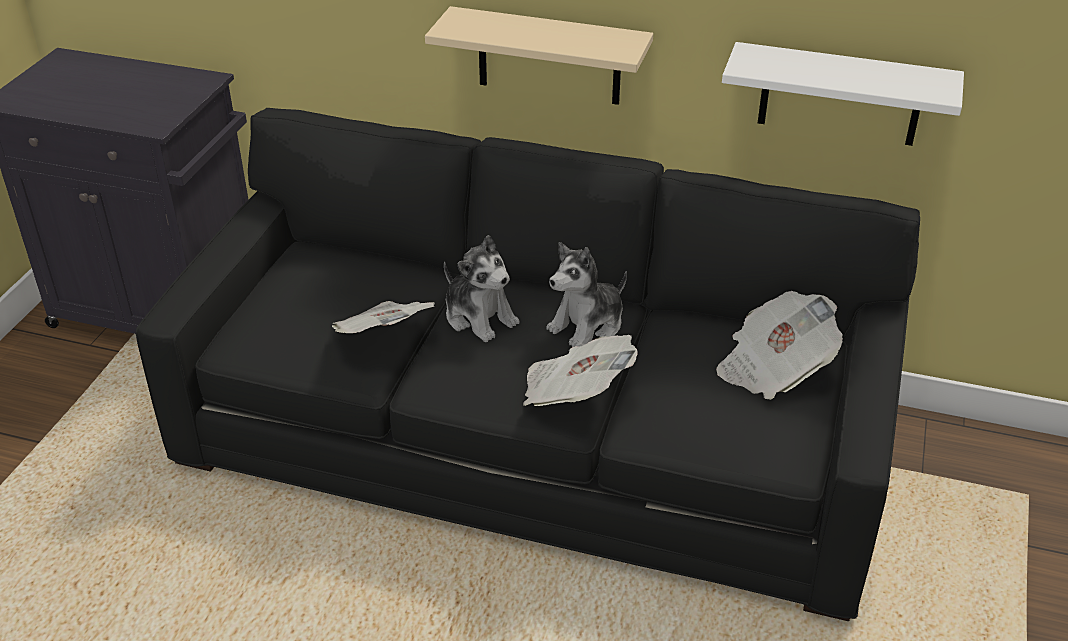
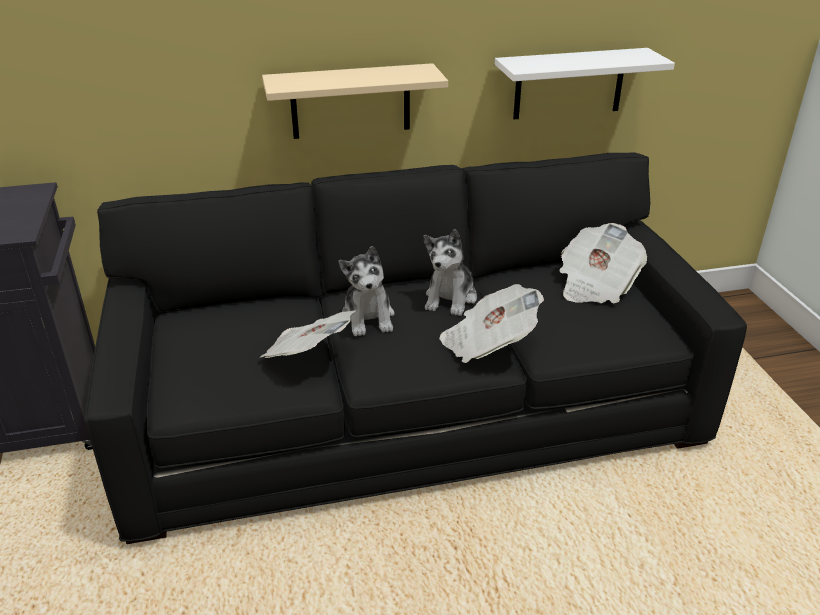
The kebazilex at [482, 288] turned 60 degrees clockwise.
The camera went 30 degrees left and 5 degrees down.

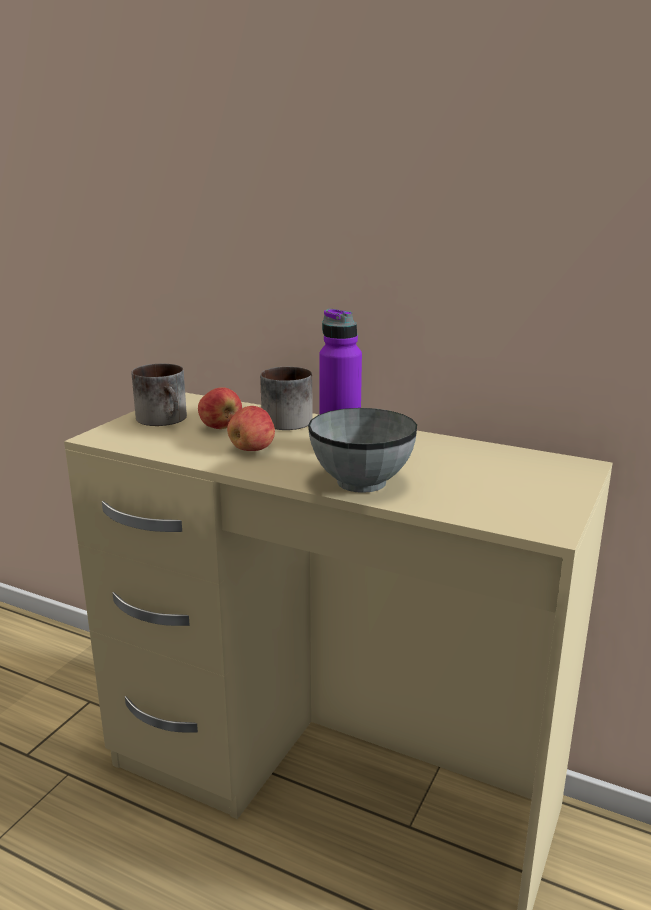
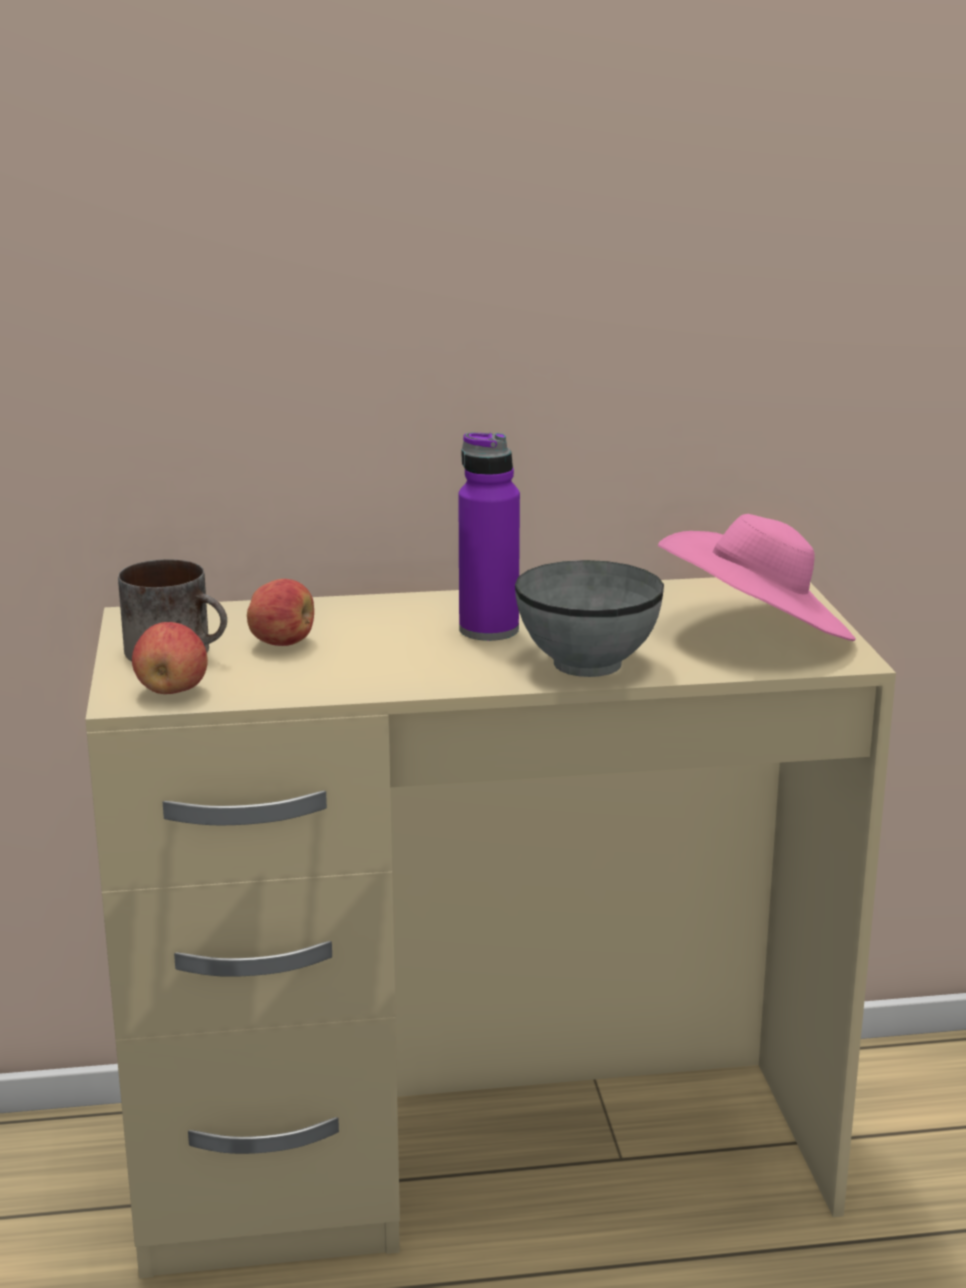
The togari moved from [251, 428] to [170, 658].
The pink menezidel at [757, 577] appeared.
The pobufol at [286, 398] disappeared.
The camera went 35 degrees left and 0 degrees up.

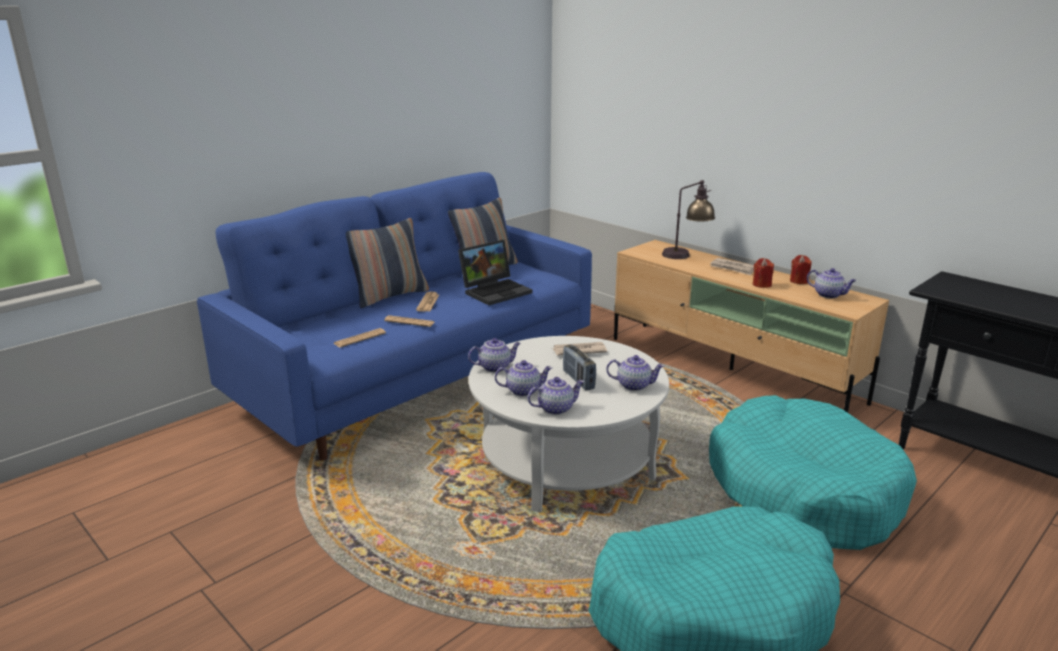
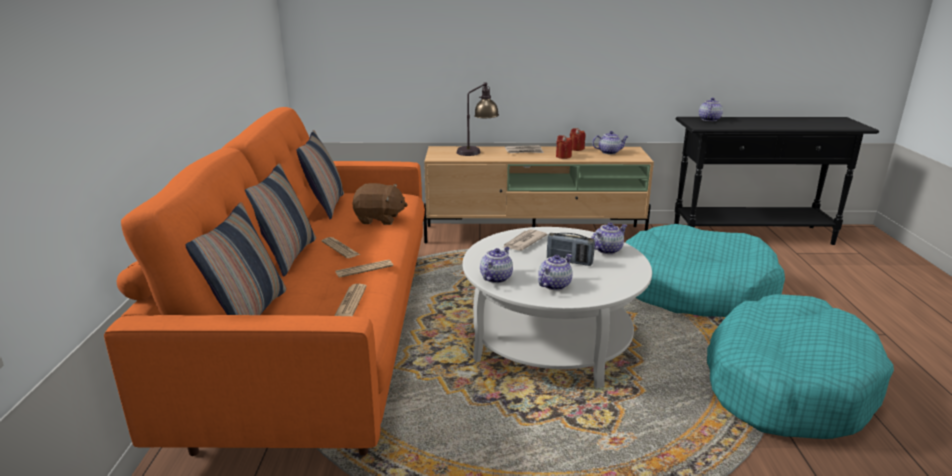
The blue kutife at [394, 316] became the orange kutife at [264, 281].
The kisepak at [236, 258] appeared.
The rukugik at [495, 272] was replaced by the brown kebazilex at [380, 204].
The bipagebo moved from [556, 396] to [711, 109].
The camera went 45 degrees left and 0 degrees up.

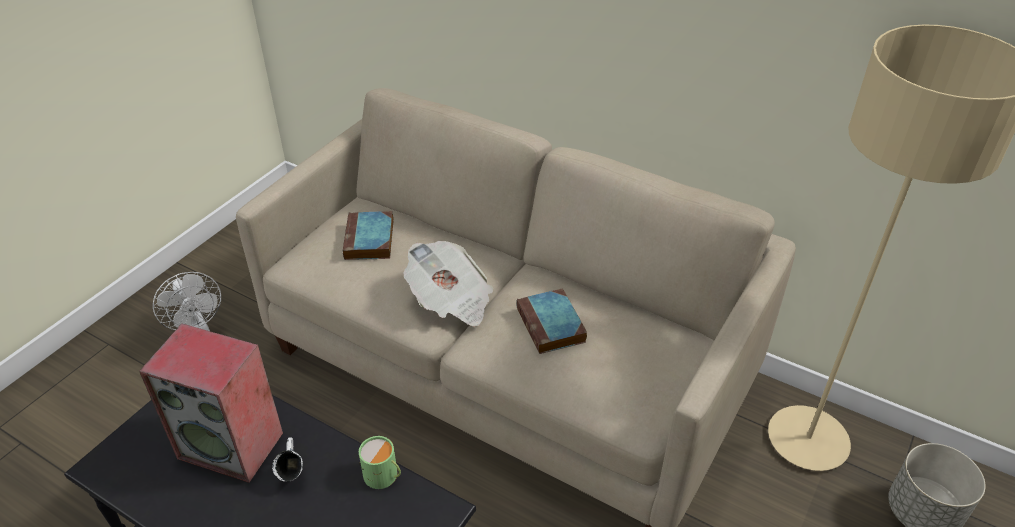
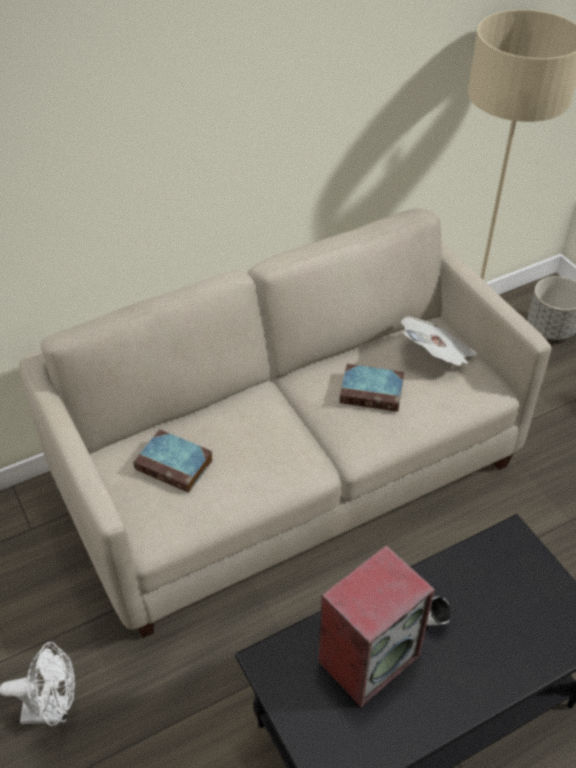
The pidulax moved from [448, 284] to [439, 341].
The green pobufol at [380, 462] disappeared.
The camera went 60 degrees left and 5 degrees up.

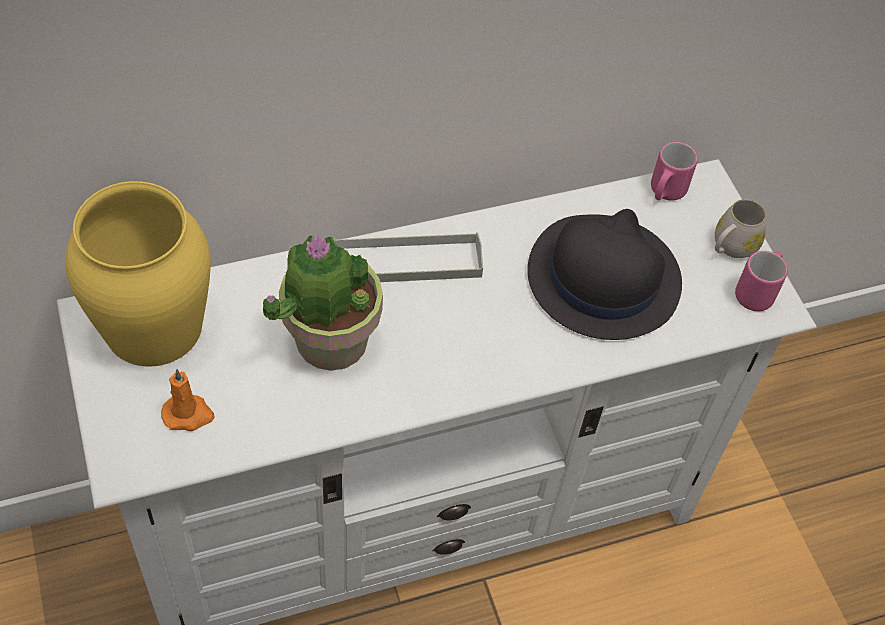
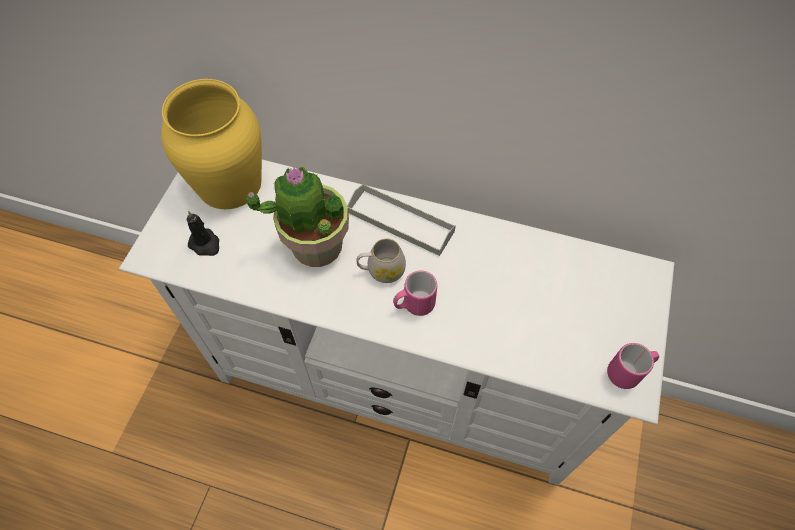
The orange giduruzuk at [188, 400] became the black giduruzuk at [202, 233].
The white pobufol moved from [740, 228] to [381, 260].
The pink pobufol moved from [674, 171] to [415, 293].
The black menezidel at [604, 274] disappeared.
The camera went 40 degrees right and 5 degrees up.

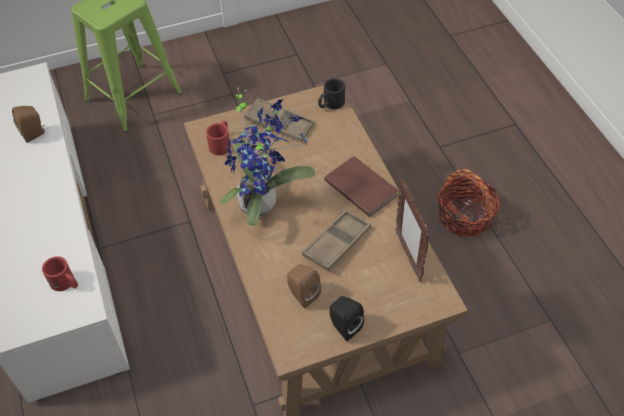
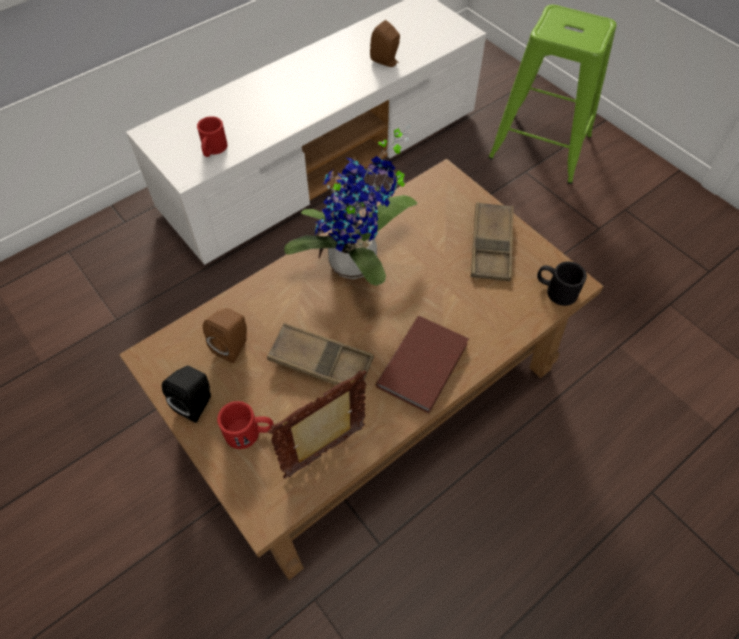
The red pobufol moved from [218, 138] to [245, 425].
The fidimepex at [468, 203] disappeared.
The camera went 70 degrees right and 5 degrees up.

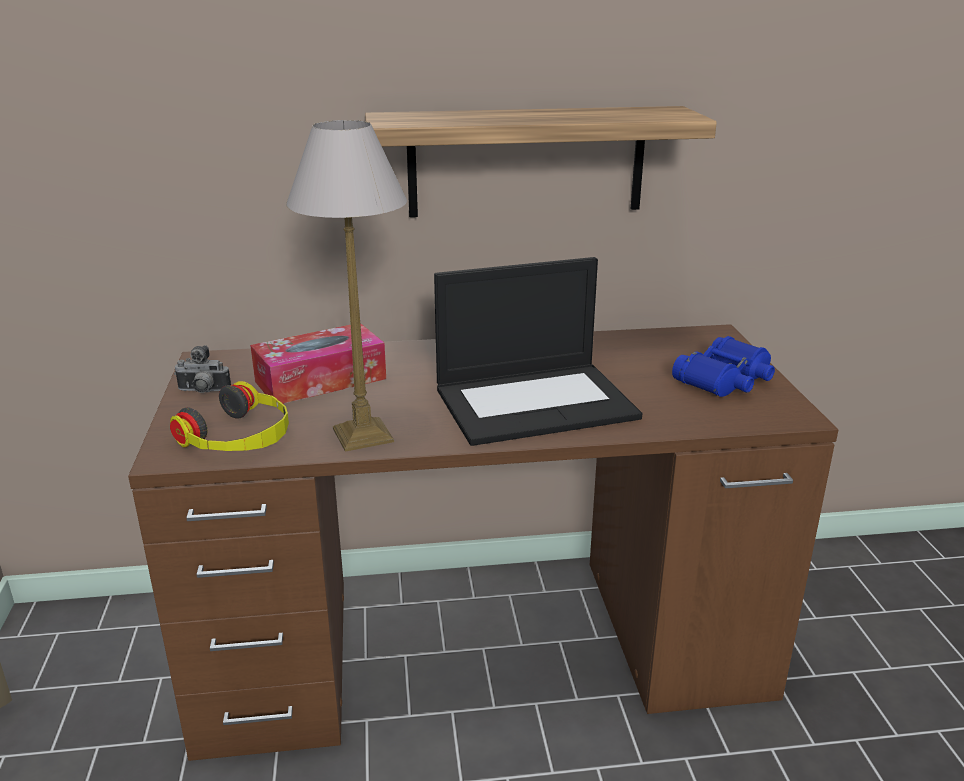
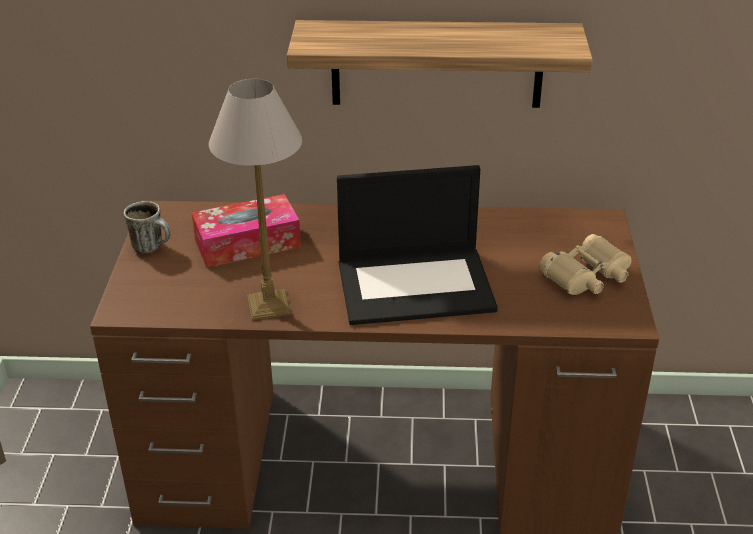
The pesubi at [202, 369] was replaced by the pobufol at [147, 227].
The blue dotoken at [723, 366] became the beige dotoken at [585, 264].
The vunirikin at [229, 416] disappeared.
The camera went 10 degrees right and 10 degrees up.

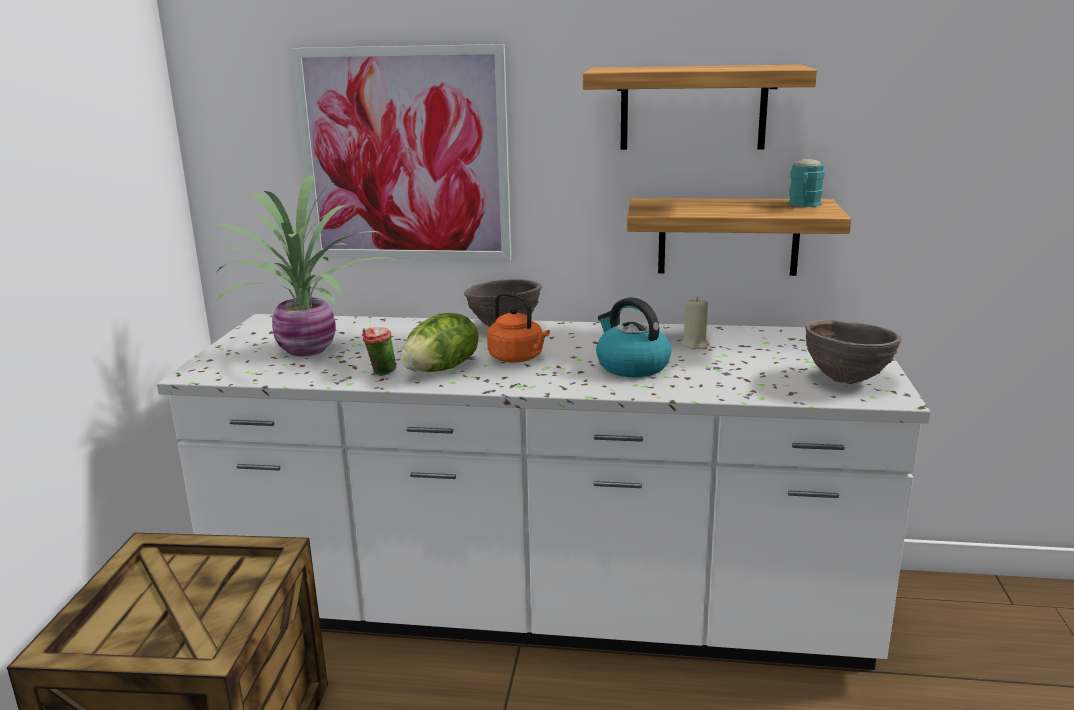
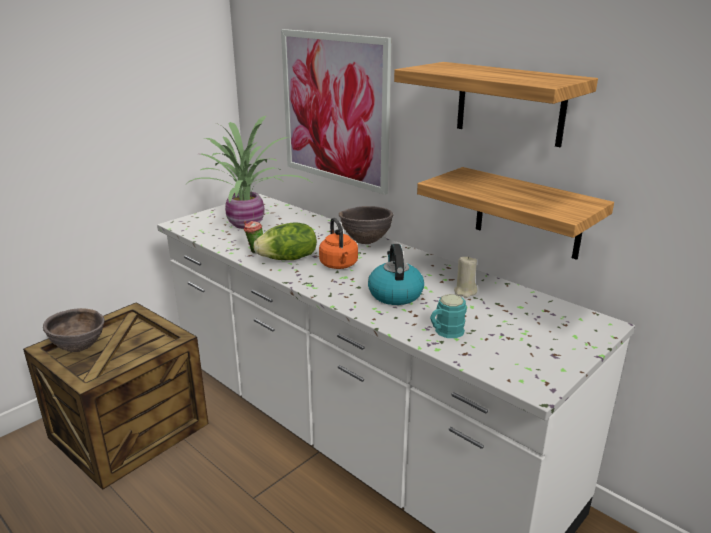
The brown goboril moved from [853, 352] to [74, 330].
The turquoise pobufol moved from [806, 183] to [448, 316].
The camera went 35 degrees right and 5 degrees up.

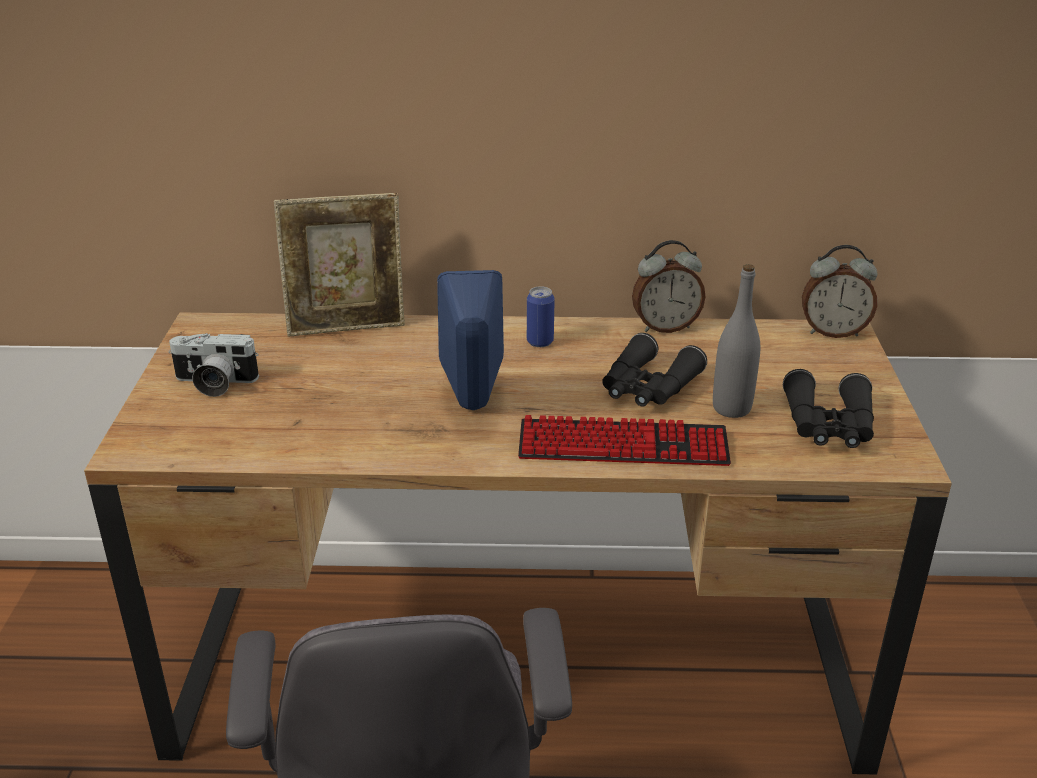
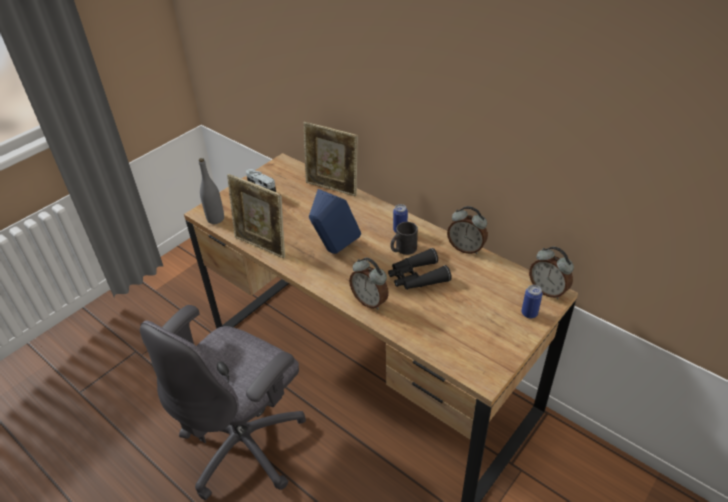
The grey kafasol moved from [736, 341] to [211, 191].
The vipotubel at [256, 216] appeared.
The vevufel at [624, 440] was replaced by the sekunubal at [369, 284].
The black pobufol at [404, 238] appeared.
The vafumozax at [532, 301] appeared.
The black dotoken at [828, 408] disappeared.
The camera went 40 degrees right and 10 degrees up.

